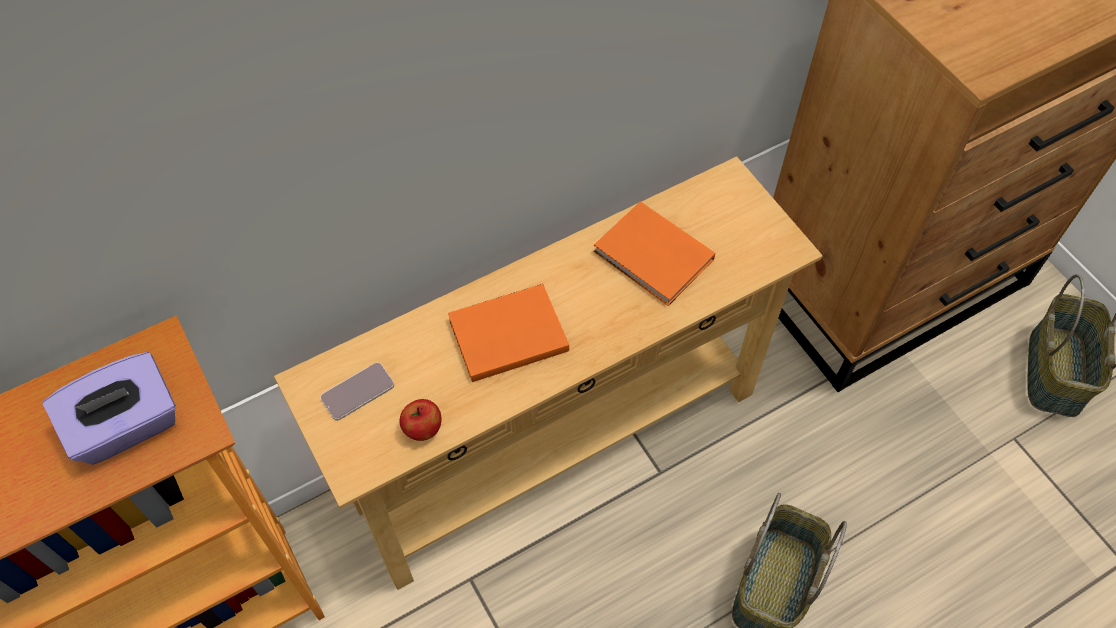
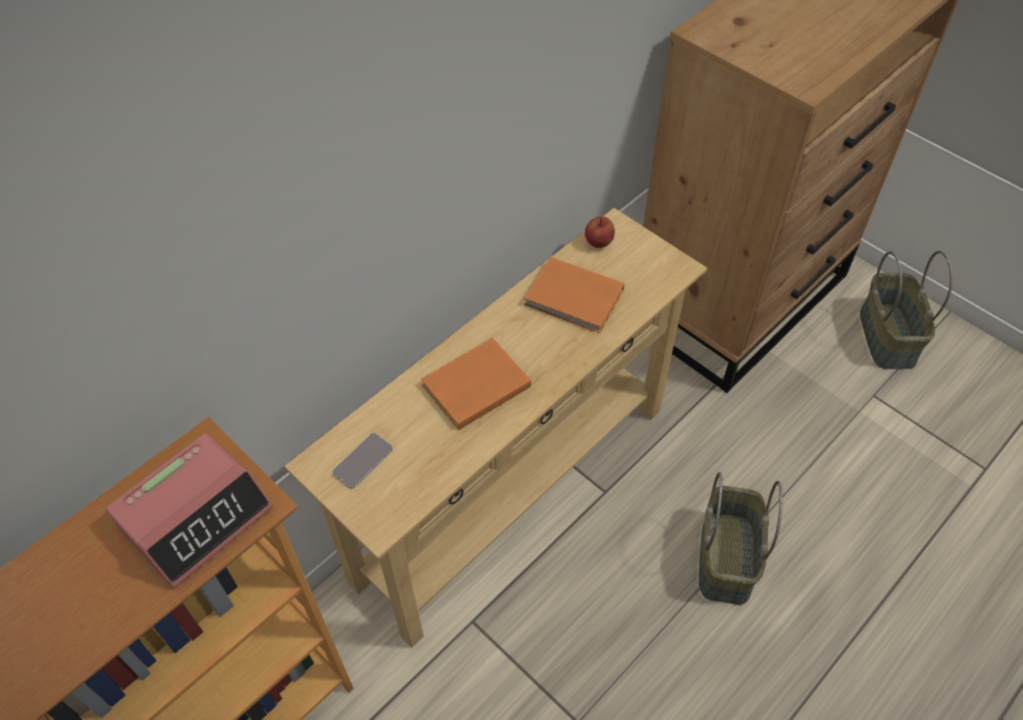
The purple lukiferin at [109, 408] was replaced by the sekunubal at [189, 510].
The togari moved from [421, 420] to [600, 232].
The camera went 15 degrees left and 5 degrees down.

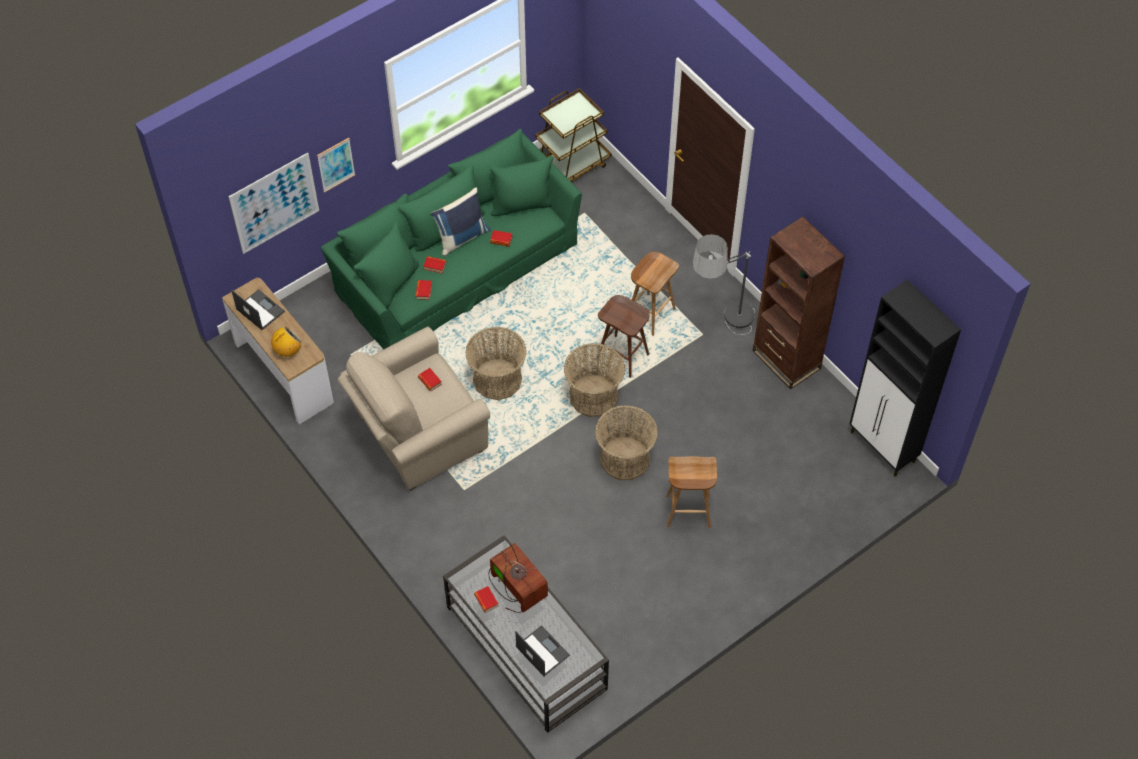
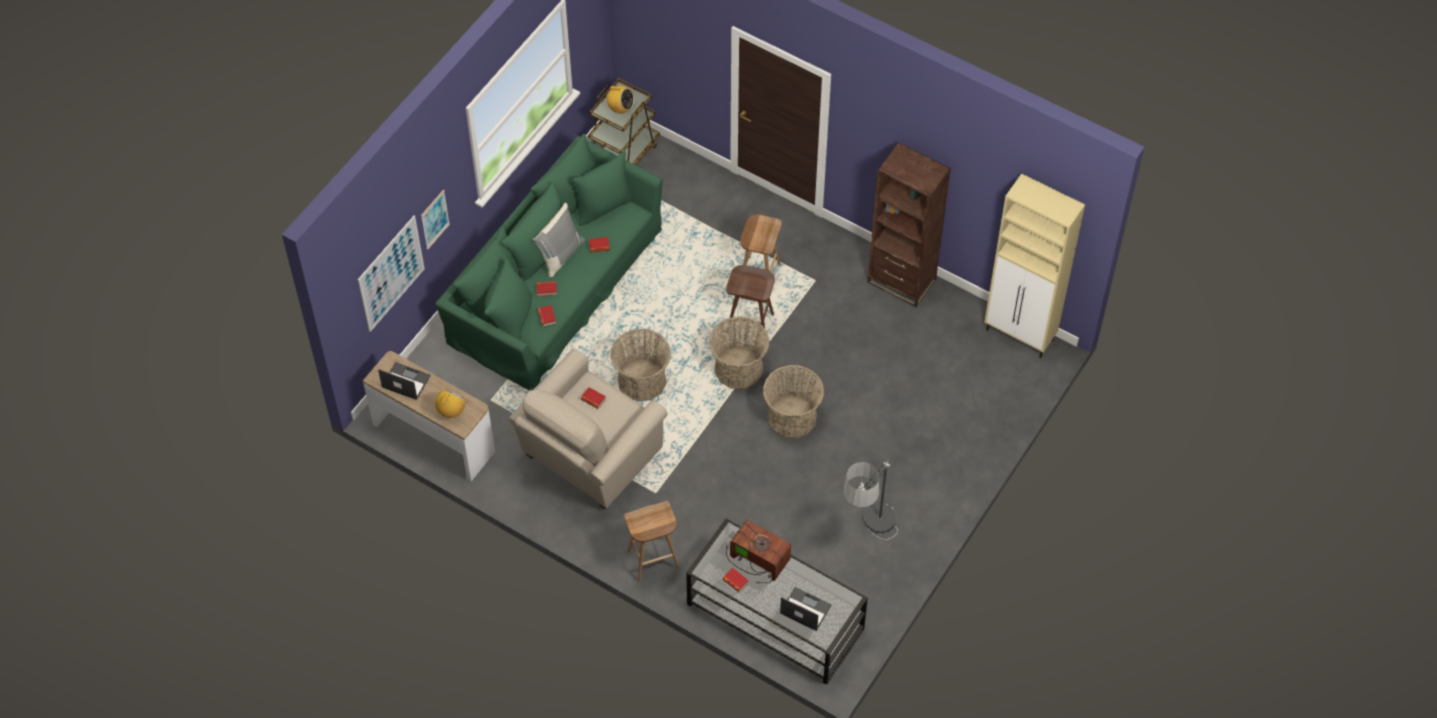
The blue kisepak at [461, 222] became the grey kisepak at [559, 240].
The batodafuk at [618, 100] appeared.
The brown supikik moved from [691, 492] to [652, 541].
The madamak moved from [724, 284] to [870, 500].
The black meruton at [905, 377] became the beige meruton at [1035, 266].
The camera went 20 degrees left and 0 degrees up.

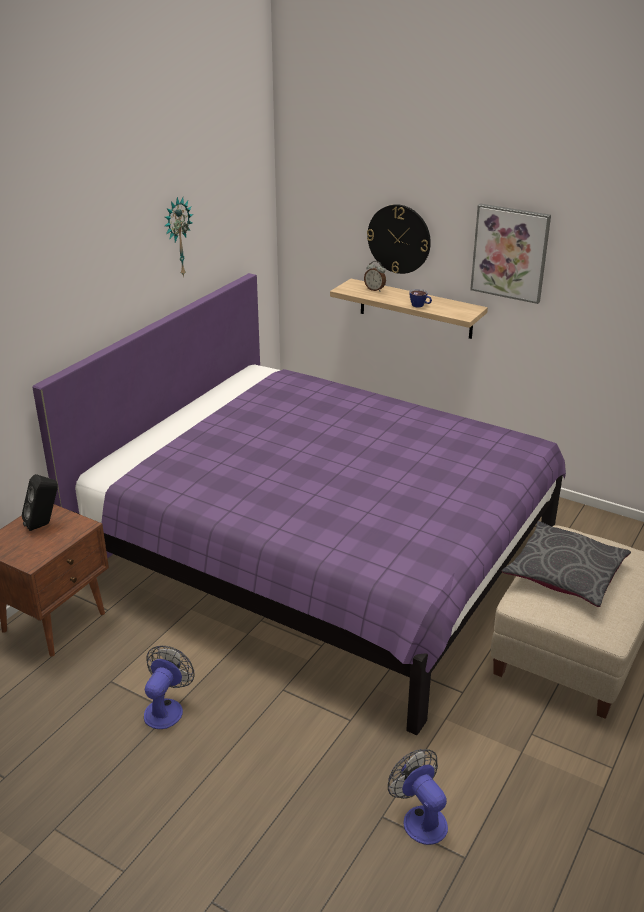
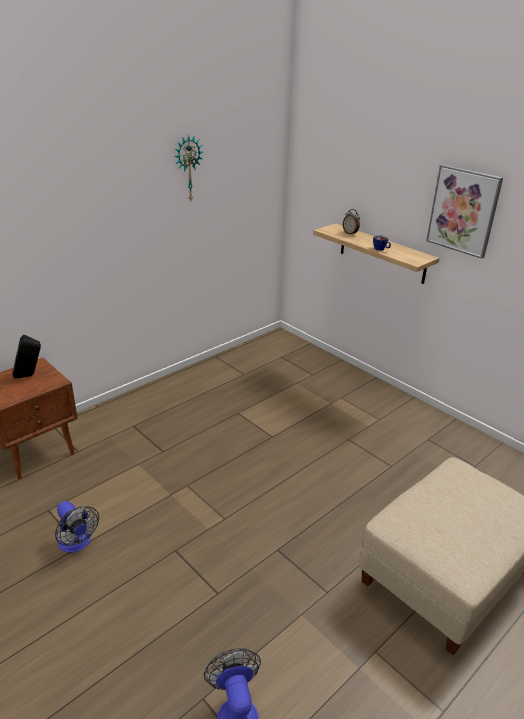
The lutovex at [169, 687] turned 105 degrees clockwise.
The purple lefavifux at [299, 504] disappeared.
The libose at [399, 239] disappeared.
The grey kisepak at [566, 564] disappeared.
The camera went 15 degrees right and 0 degrees up.

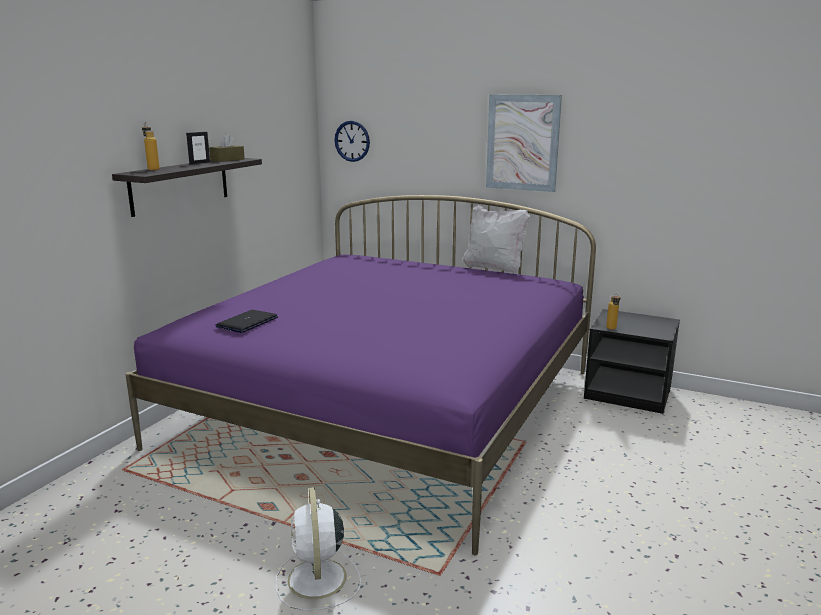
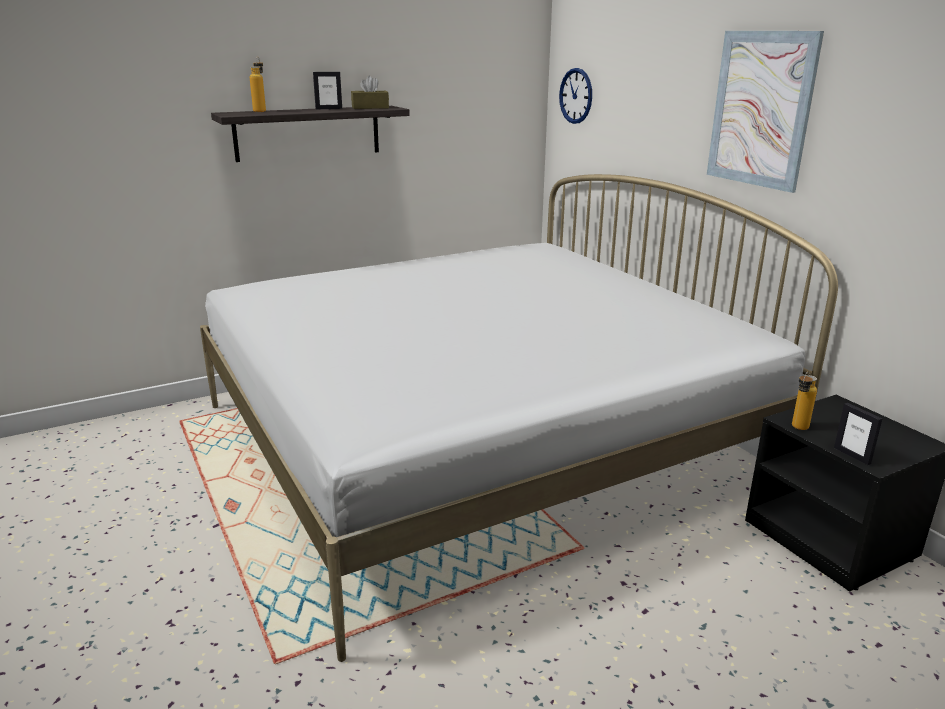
The purple lefavifux at [360, 375] became the white lefavifux at [519, 418].
The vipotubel at [858, 434] appeared.
The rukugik at [247, 321] disappeared.
The white lutovex at [318, 549] disappeared.
The white kisepak at [497, 239] disappeared.
The camera went 35 degrees right and 5 degrees up.

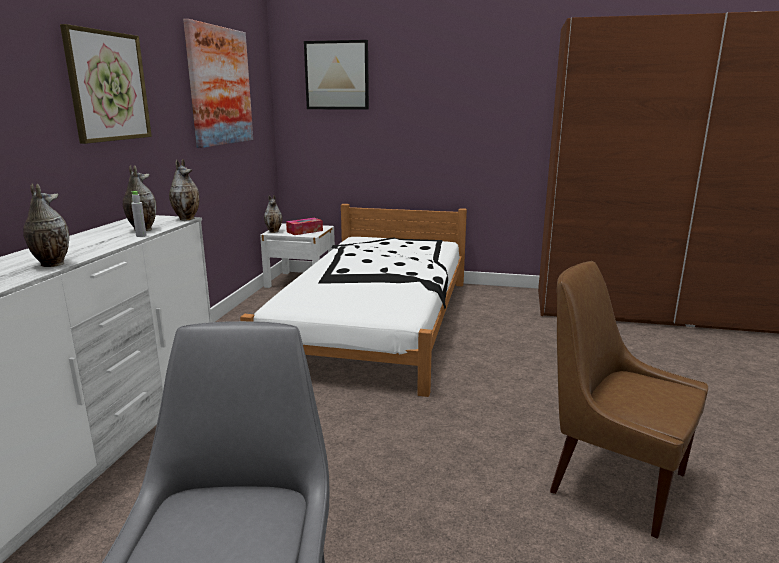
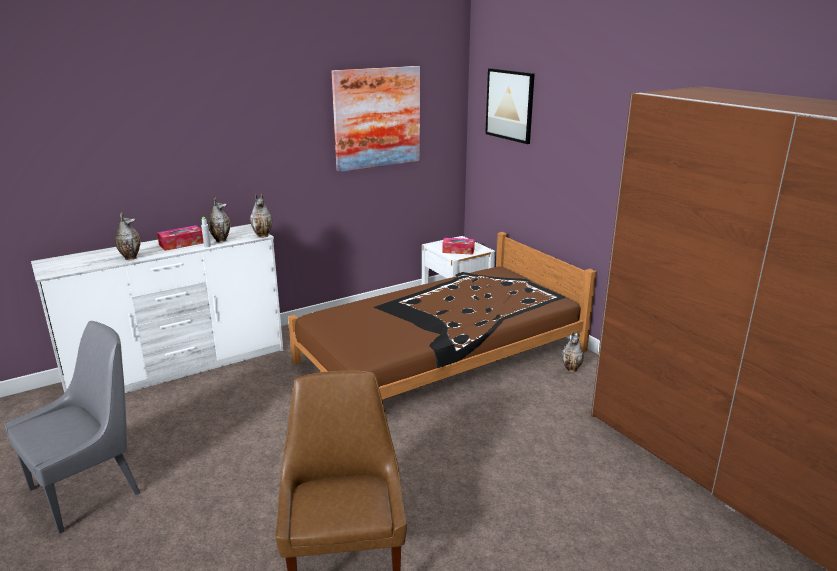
The lukiferin at [180, 238] appeared.
The white lefavifux at [353, 300] became the brown lefavifux at [442, 316].
The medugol moved from [273, 214] to [573, 351].
The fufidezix at [106, 84] disappeared.
The camera went 45 degrees right and 5 degrees up.

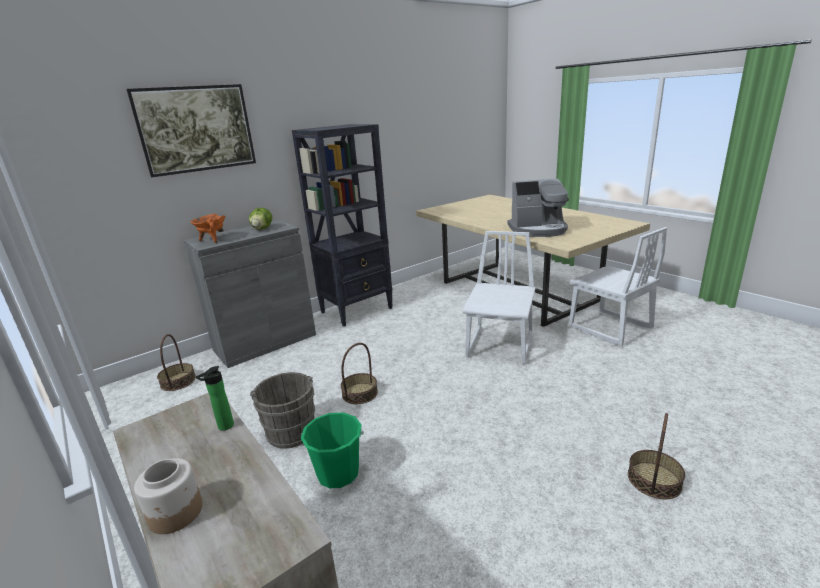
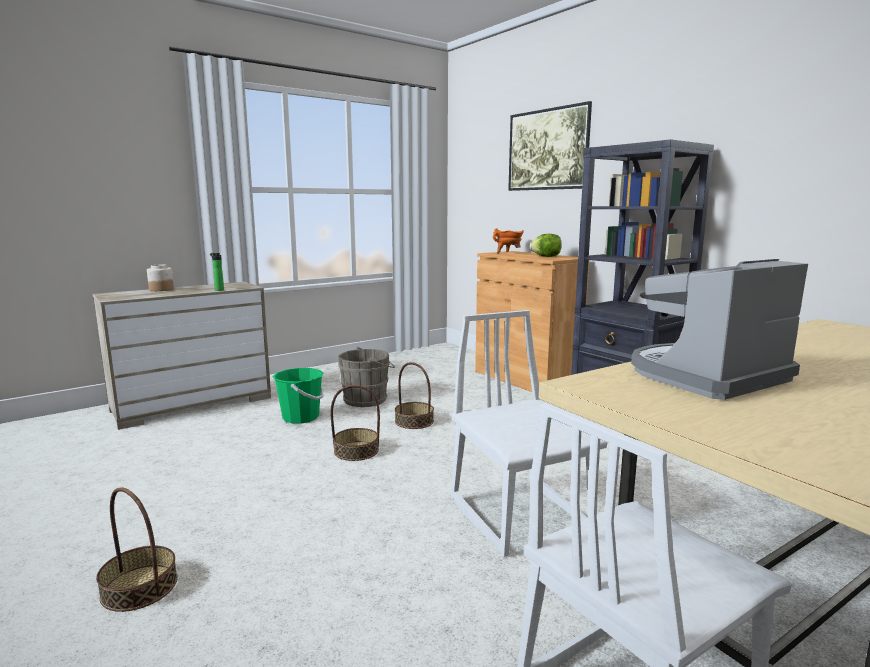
The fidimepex moved from [176, 362] to [355, 423].
The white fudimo at [499, 298] turned 135 degrees counterclockwise.
The grey meruton at [250, 294] became the brown meruton at [532, 321].
The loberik at [538, 207] turned 60 degrees clockwise.
The camera went 90 degrees right and 10 degrees down.

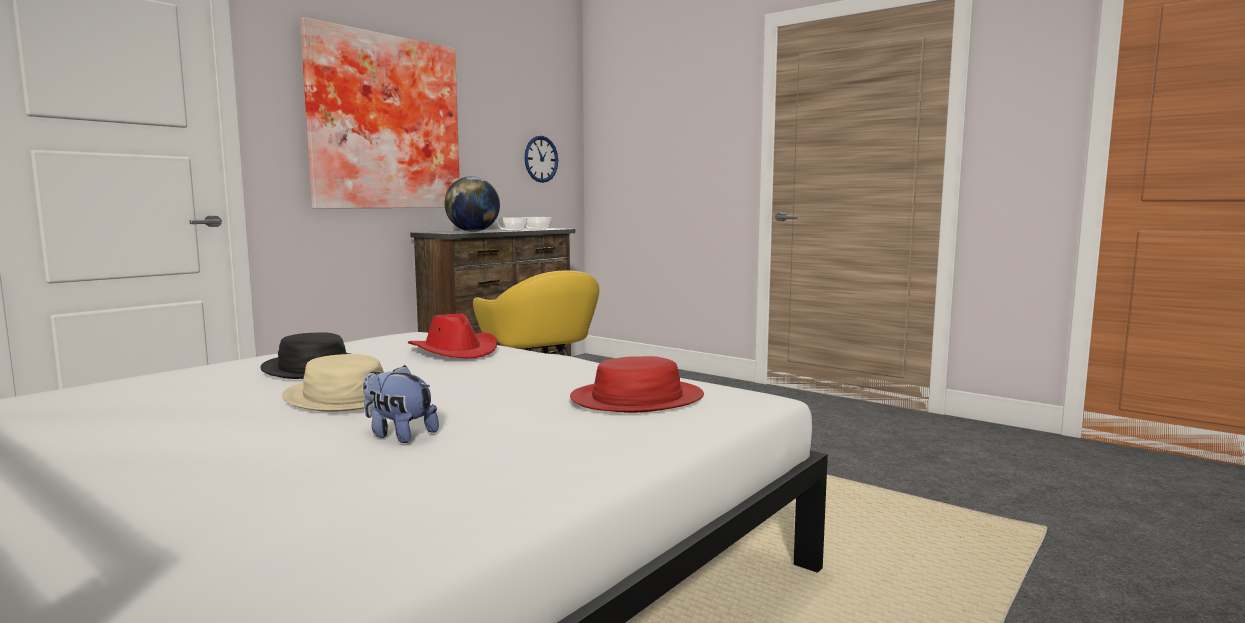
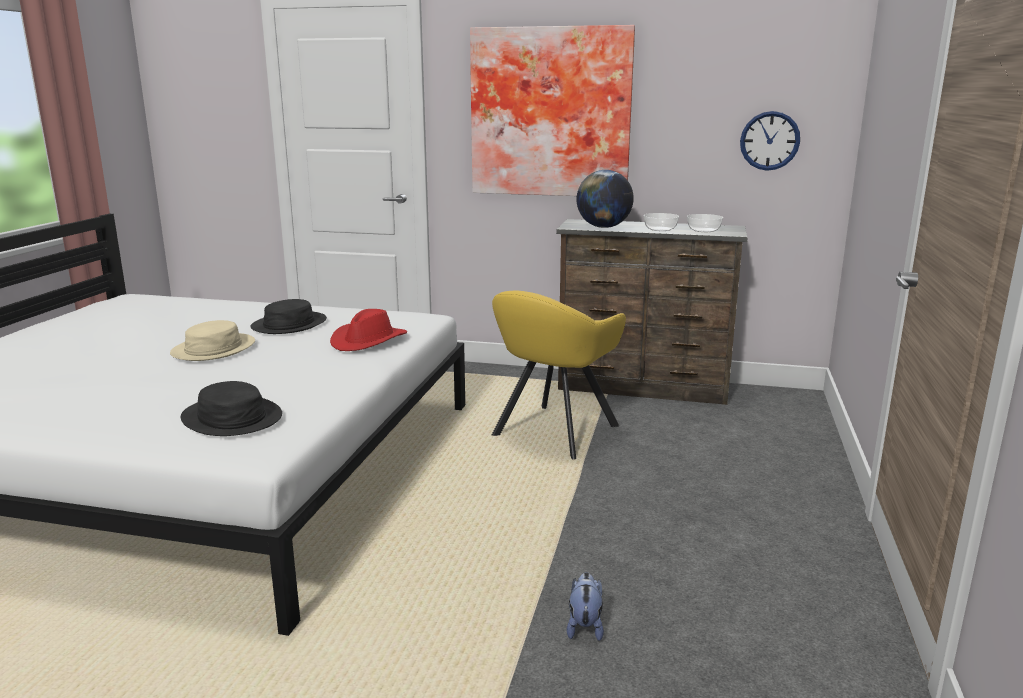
The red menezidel at [637, 384] became the black menezidel at [231, 408].
The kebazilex moved from [401, 404] to [585, 606].
The camera went 65 degrees right and 10 degrees up.

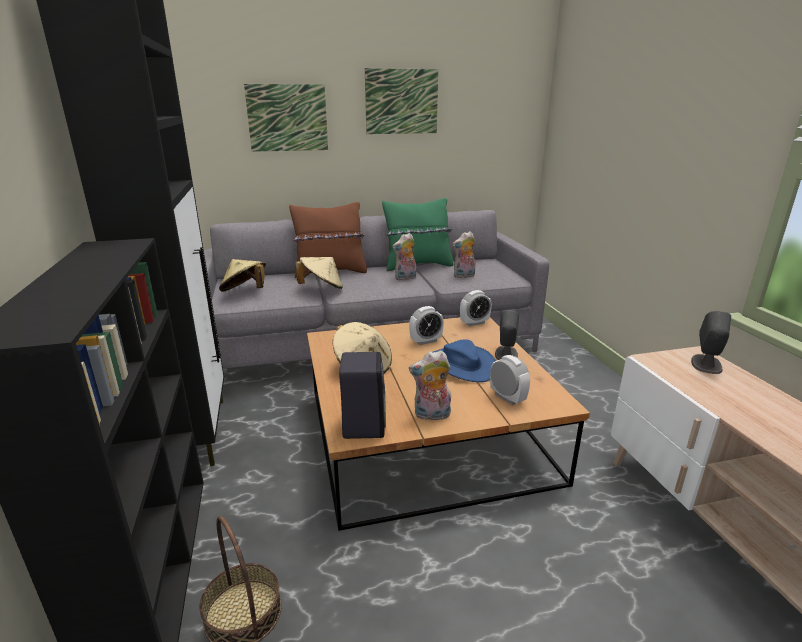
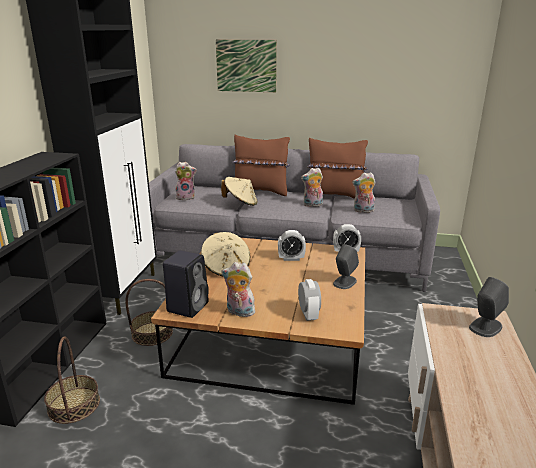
The fidimepex at [149, 312] appeared.
The beige menezidel at [242, 275] was replaced by the kebazilex at [186, 181].
The green kisepak at [418, 234] became the brown kisepak at [337, 168].
The fufidezix at [401, 101] disappeared.
The blue menezidel at [464, 360] disappeared.
The camera went 25 degrees right and 0 degrees up.

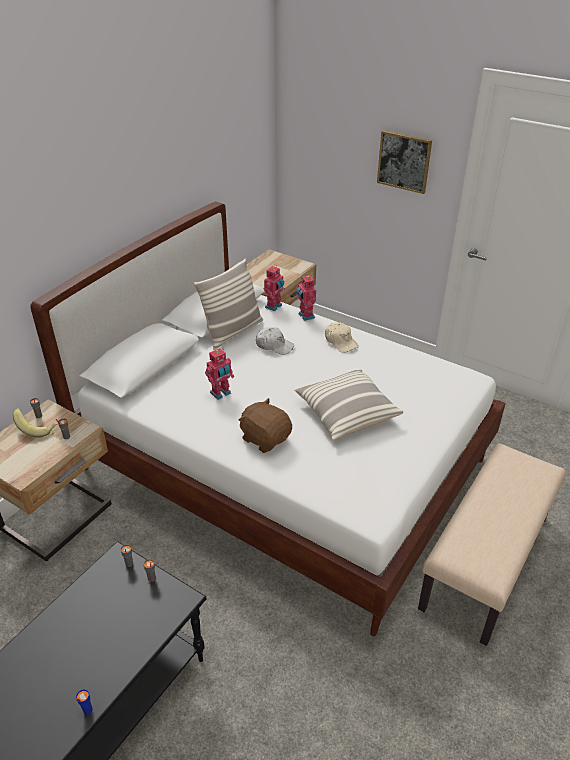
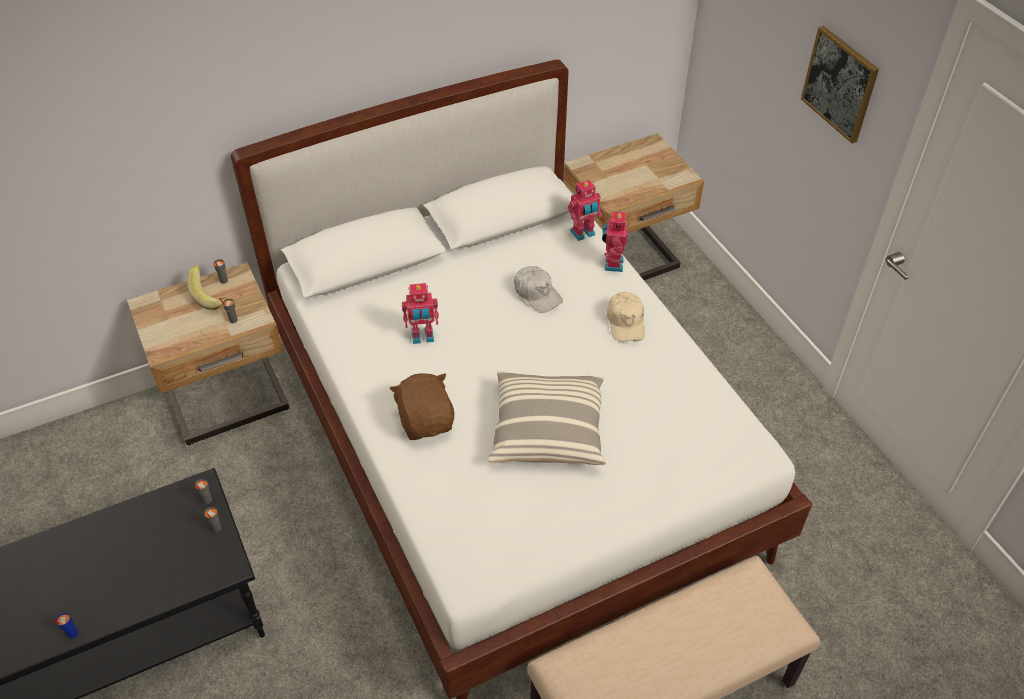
The kisepak at [228, 304] disappeared.
The camera went 30 degrees right and 10 degrees up.

